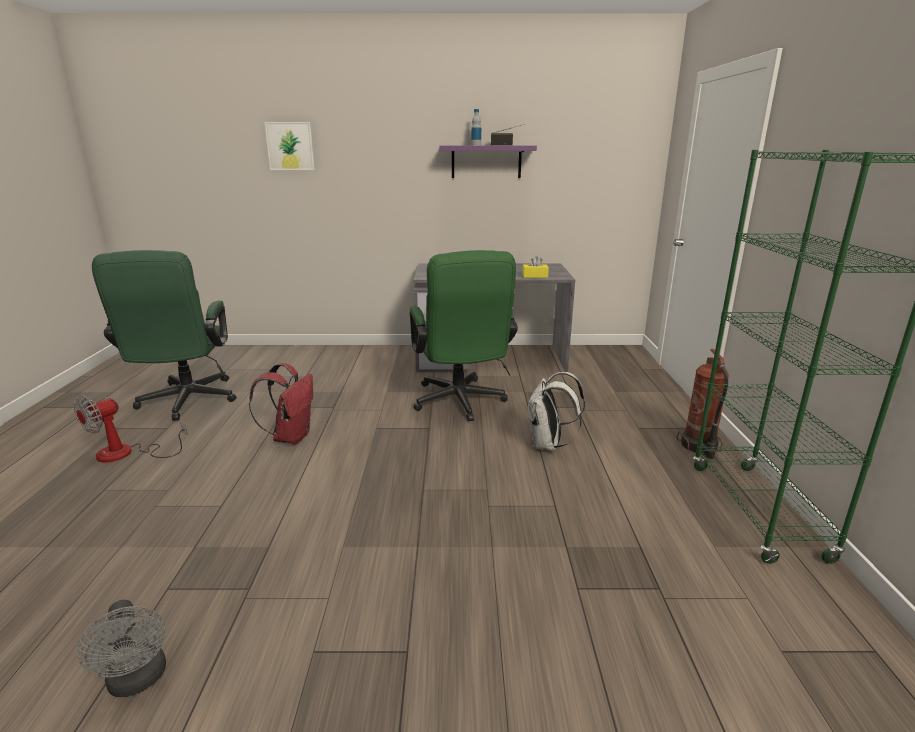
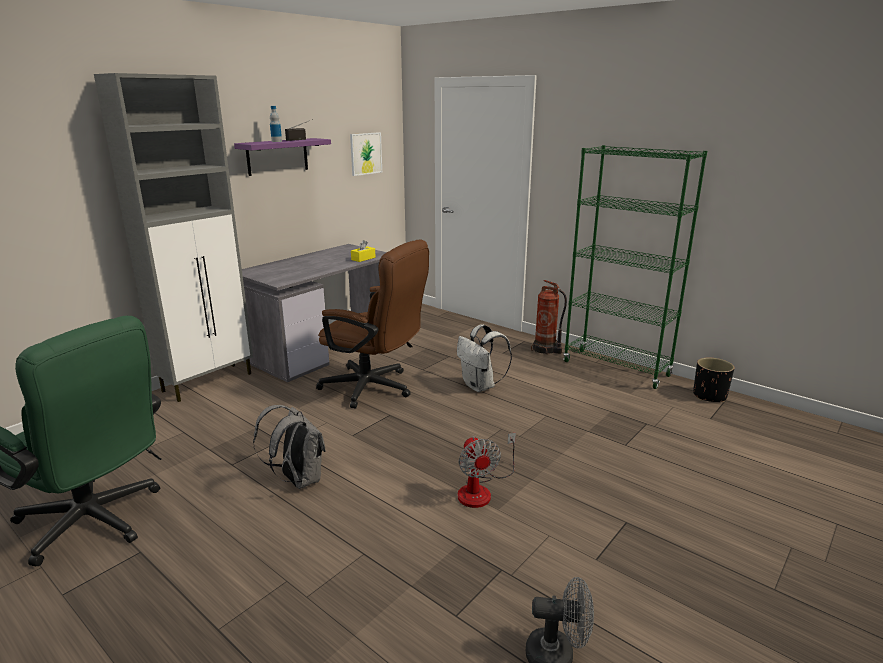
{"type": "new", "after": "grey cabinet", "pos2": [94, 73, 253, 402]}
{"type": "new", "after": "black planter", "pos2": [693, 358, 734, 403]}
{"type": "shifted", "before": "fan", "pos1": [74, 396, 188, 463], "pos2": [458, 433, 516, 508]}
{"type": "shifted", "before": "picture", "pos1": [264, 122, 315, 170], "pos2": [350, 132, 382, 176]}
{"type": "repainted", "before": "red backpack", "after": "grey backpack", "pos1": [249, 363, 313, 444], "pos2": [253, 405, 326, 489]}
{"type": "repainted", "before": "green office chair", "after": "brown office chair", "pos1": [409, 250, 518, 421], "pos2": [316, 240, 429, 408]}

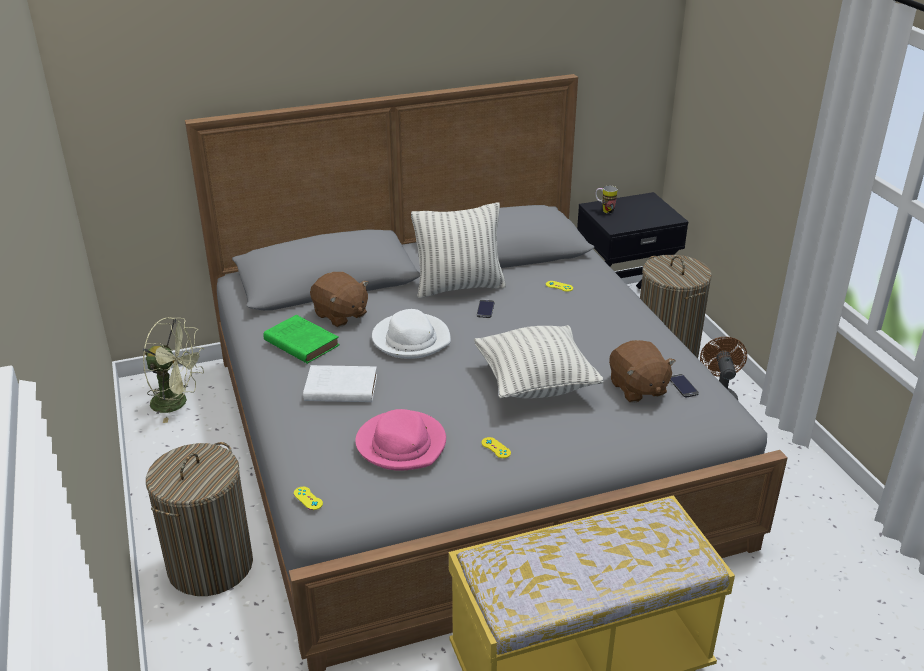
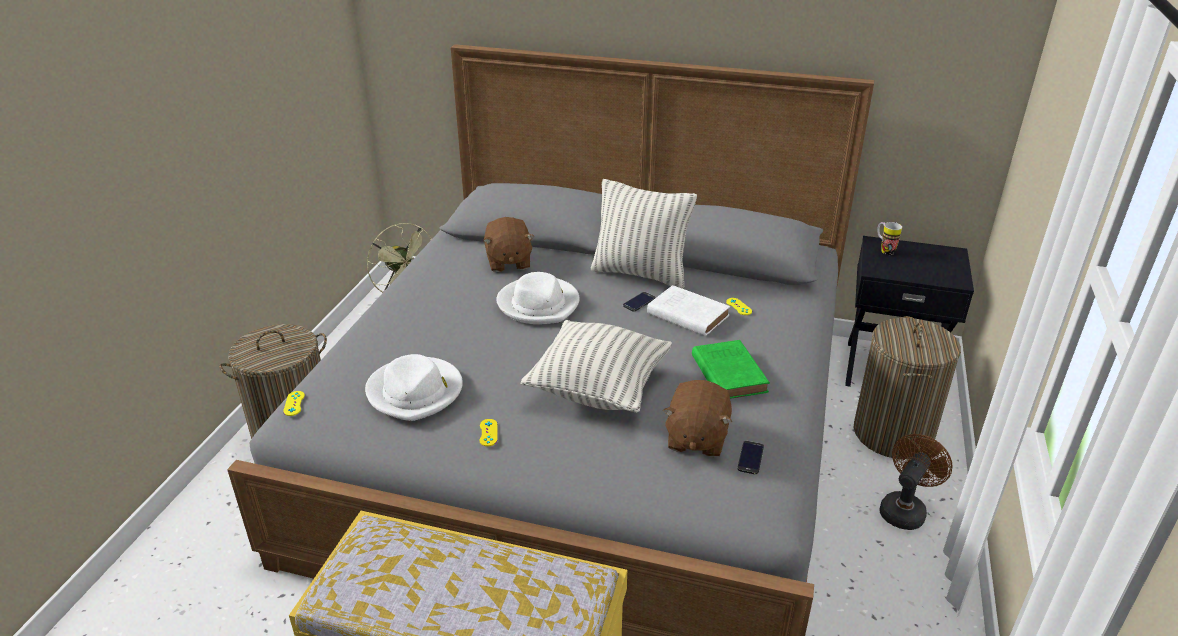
{"type": "shifted", "before": "green book", "pos1": [263, 315, 340, 364], "pos2": [692, 340, 770, 399]}
{"type": "shifted", "before": "white book", "pos1": [303, 365, 377, 402], "pos2": [647, 285, 730, 336]}
{"type": "repainted", "before": "pink hat", "after": "white hat", "pos1": [355, 409, 446, 471], "pos2": [365, 354, 463, 421]}

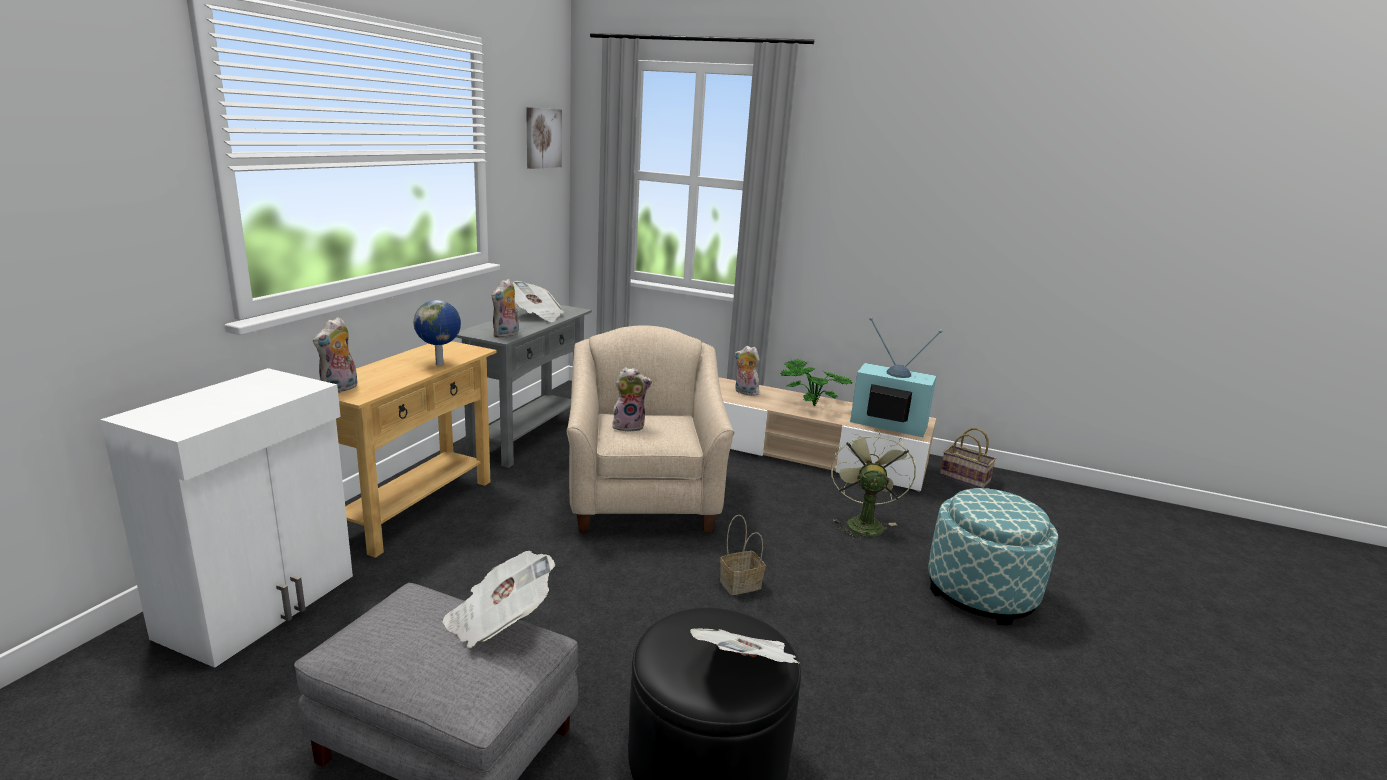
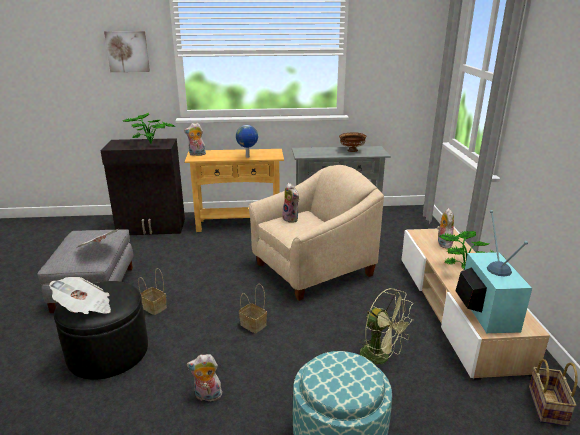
{"type": "new", "after": "potted plant", "pos2": [123, 113, 176, 144]}
{"type": "new", "after": "basket", "pos2": [138, 268, 167, 315]}
{"type": "shifted", "before": "plush toy", "pos1": [492, 279, 519, 338], "pos2": [187, 354, 222, 401]}
{"type": "shifted", "before": "picture", "pos1": [526, 107, 562, 169], "pos2": [104, 31, 150, 72]}
{"type": "swapped", "before": "newspaper", "after": "brown bowl", "pos1": [513, 281, 564, 322], "pos2": [339, 132, 367, 152]}
{"type": "repainted", "before": "white cabinet", "after": "black cabinet", "pos1": [100, 368, 353, 668], "pos2": [101, 138, 185, 235]}
{"type": "rotated", "before": "green fan", "pos1": [831, 429, 916, 541], "pos2": [360, 288, 414, 364], "turn": 60}

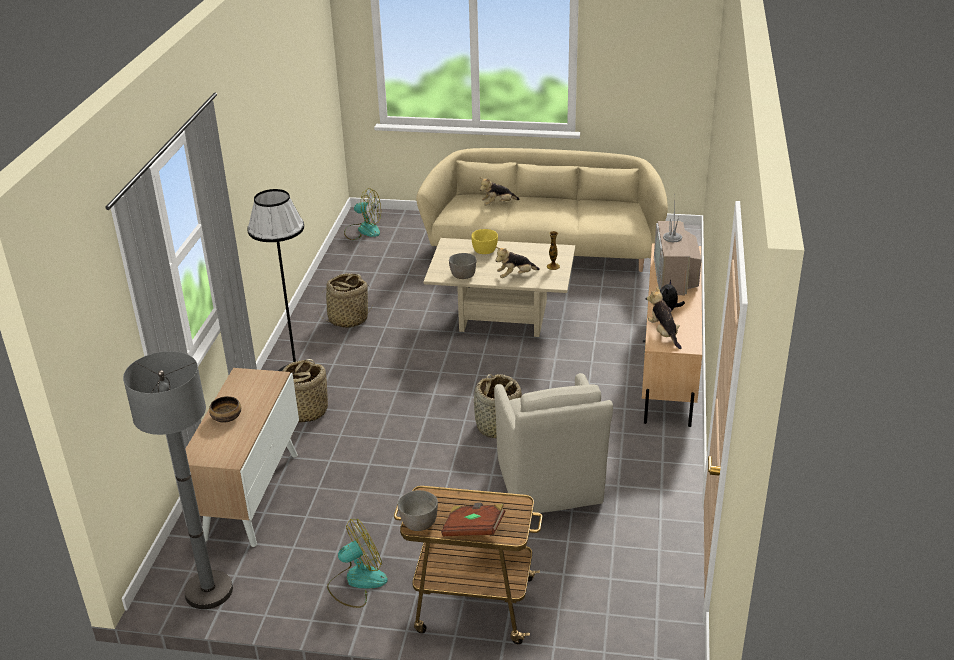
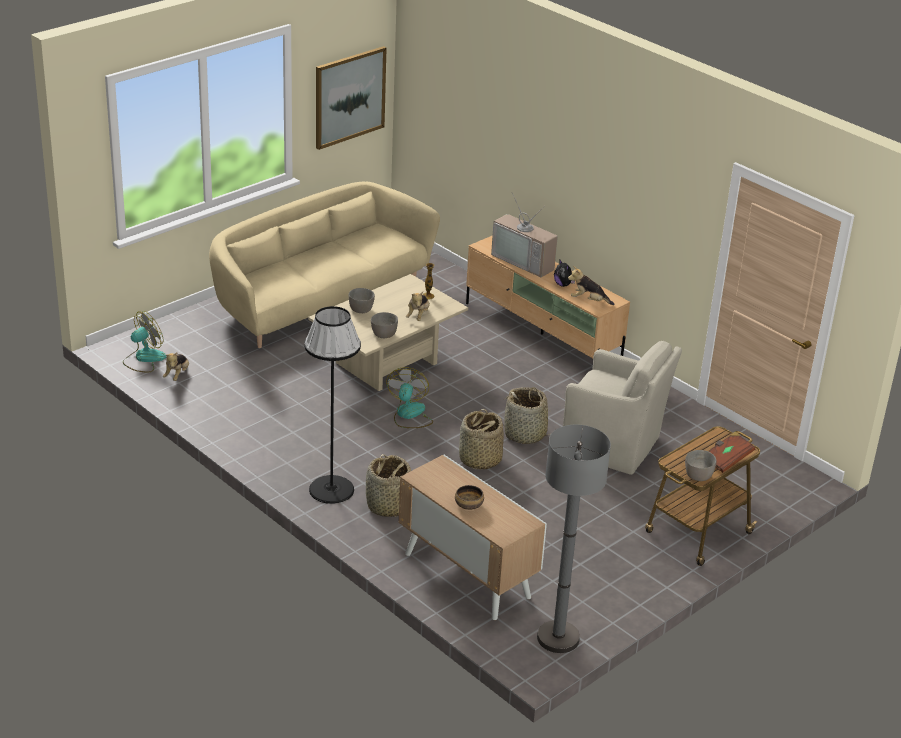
{"type": "new", "after": "picture", "pos2": [316, 46, 386, 150]}
{"type": "shifted", "before": "basket", "pos1": [318, 273, 373, 328], "pos2": [459, 409, 504, 469]}
{"type": "shifted", "before": "fan", "pos1": [327, 519, 388, 608], "pos2": [386, 367, 433, 428]}
{"type": "shifted", "before": "plush toy", "pos1": [480, 177, 520, 206], "pos2": [163, 352, 189, 381]}
{"type": "repainted", "before": "yellow bowl", "after": "grey bowl", "pos1": [471, 229, 498, 254], "pos2": [349, 288, 375, 313]}

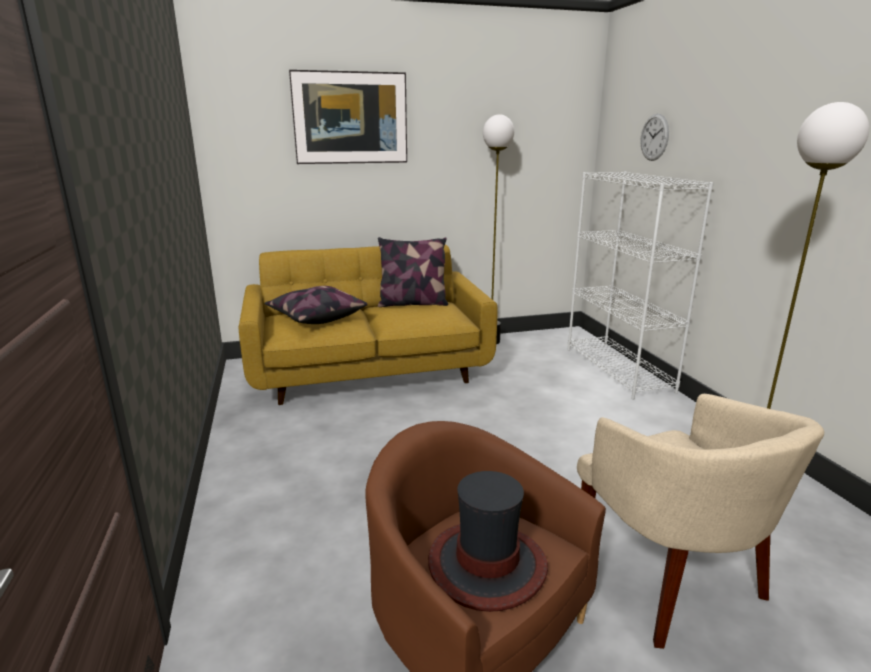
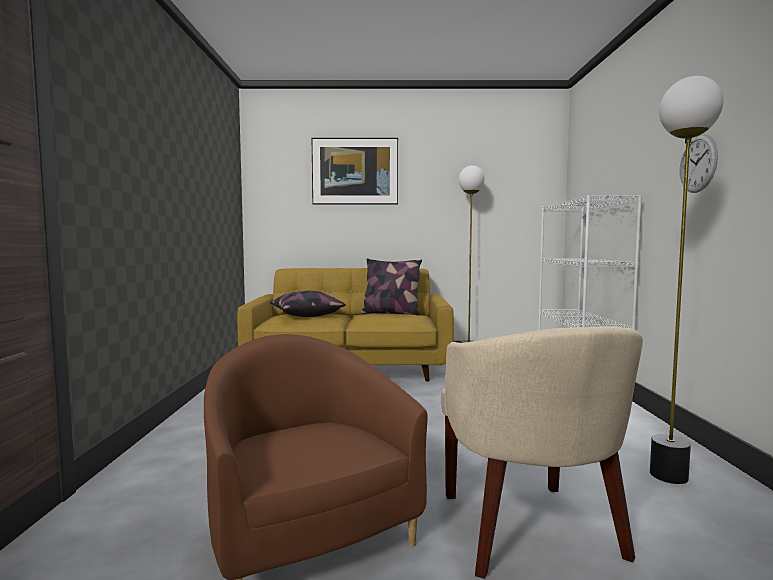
{"type": "gone", "before": "hat", "pos1": [428, 471, 548, 612]}
{"type": "shifted", "before": "wall clock", "pos1": [640, 114, 669, 161], "pos2": [680, 134, 718, 193]}

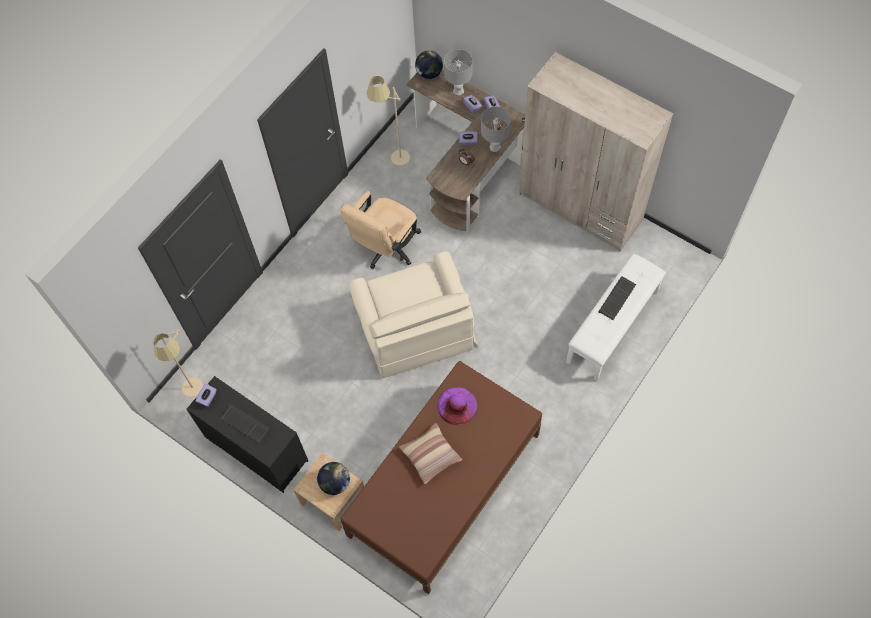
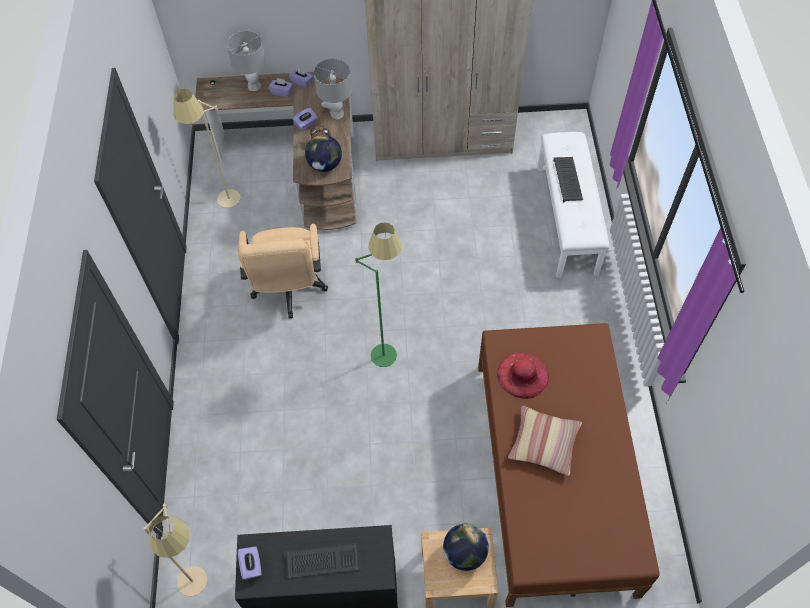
{"type": "shifted", "before": "globe", "pos1": [415, 50, 443, 79], "pos2": [305, 135, 342, 172]}
{"type": "swapped", "before": "beige armchair", "after": "green floor lamp", "pos1": [349, 251, 479, 378], "pos2": [355, 222, 402, 367]}
{"type": "repainted", "before": "purple hat", "after": "red hat", "pos1": [437, 387, 477, 425], "pos2": [497, 352, 549, 399]}

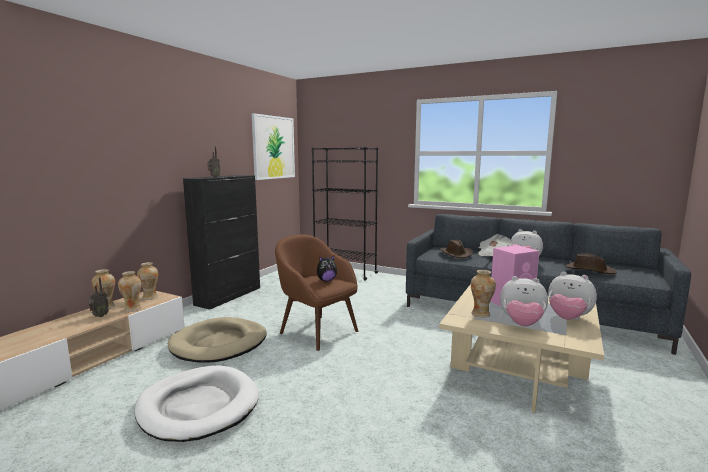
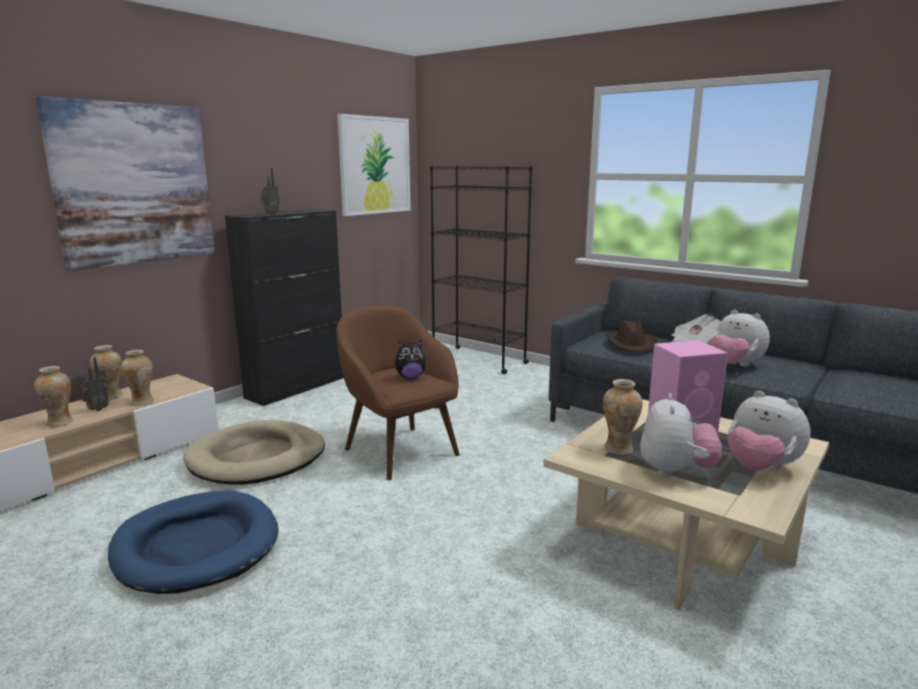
{"type": "gone", "before": "brown hat", "pos1": [565, 253, 616, 274]}
{"type": "new", "after": "picture", "pos2": [36, 96, 215, 271]}
{"type": "shifted", "before": "vase", "pos1": [137, 262, 158, 300], "pos2": [34, 366, 73, 427]}
{"type": "repainted", "before": "white dog bed", "after": "blue dog bed", "pos1": [135, 365, 259, 442], "pos2": [108, 490, 279, 594]}
{"type": "rotated", "before": "plush toy", "pos1": [500, 276, 548, 326], "pos2": [640, 393, 722, 477], "turn": -105}

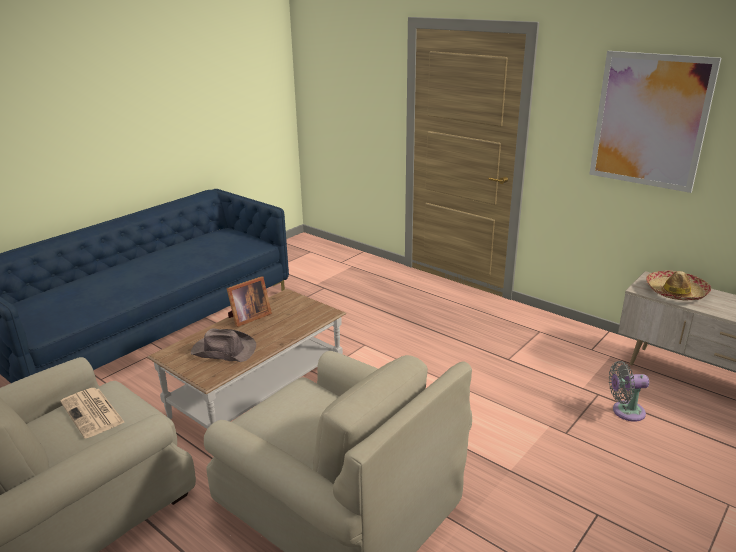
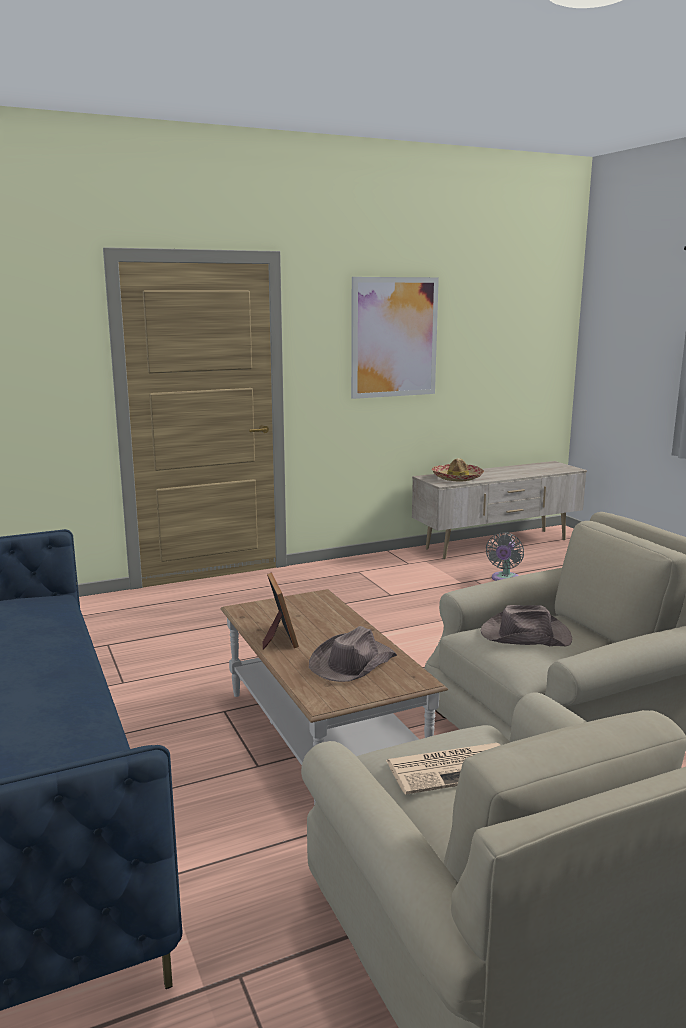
{"type": "new", "after": "brown hat", "pos2": [481, 605, 572, 646]}

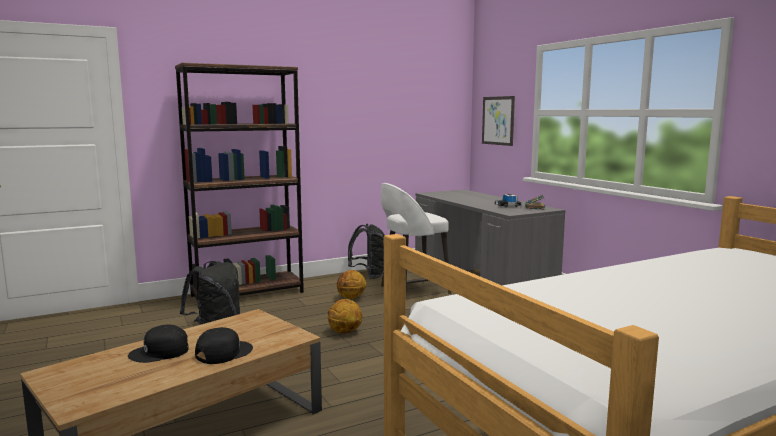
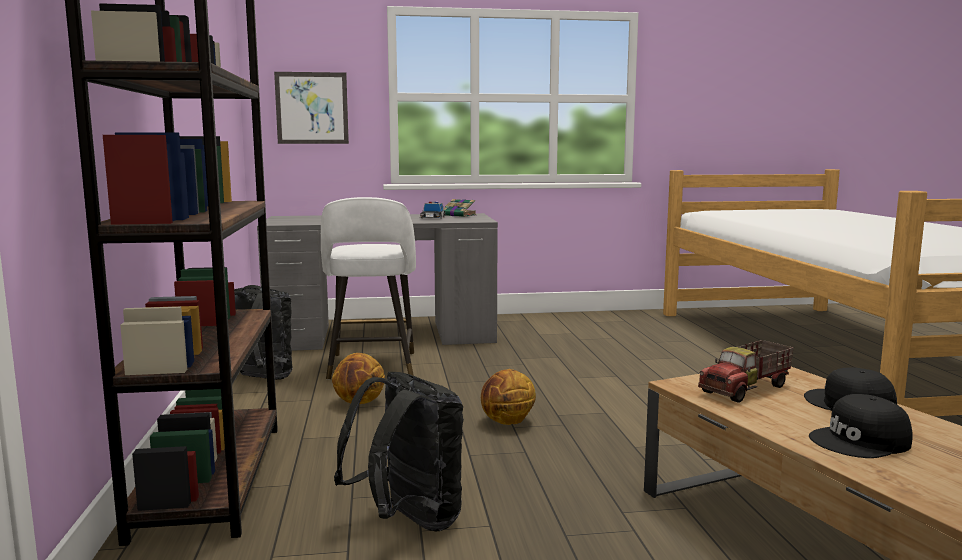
{"type": "new", "after": "toy truck", "pos2": [698, 340, 794, 403]}
{"type": "rotated", "before": "black cap", "pos1": [128, 325, 189, 363], "pos2": [809, 394, 912, 458], "turn": 75}

